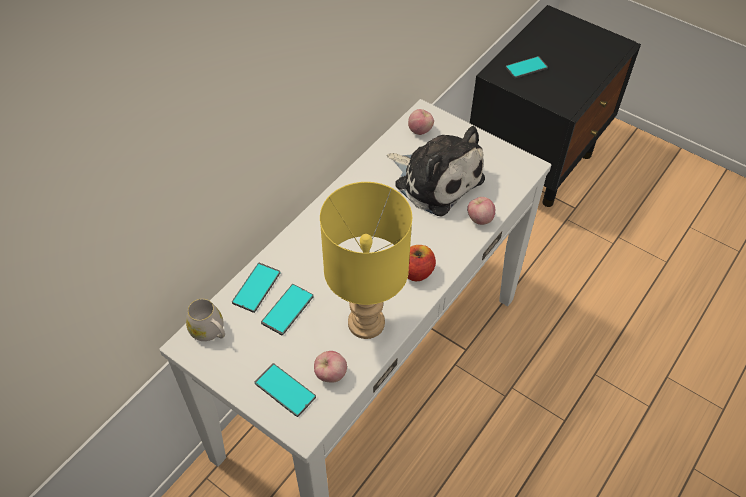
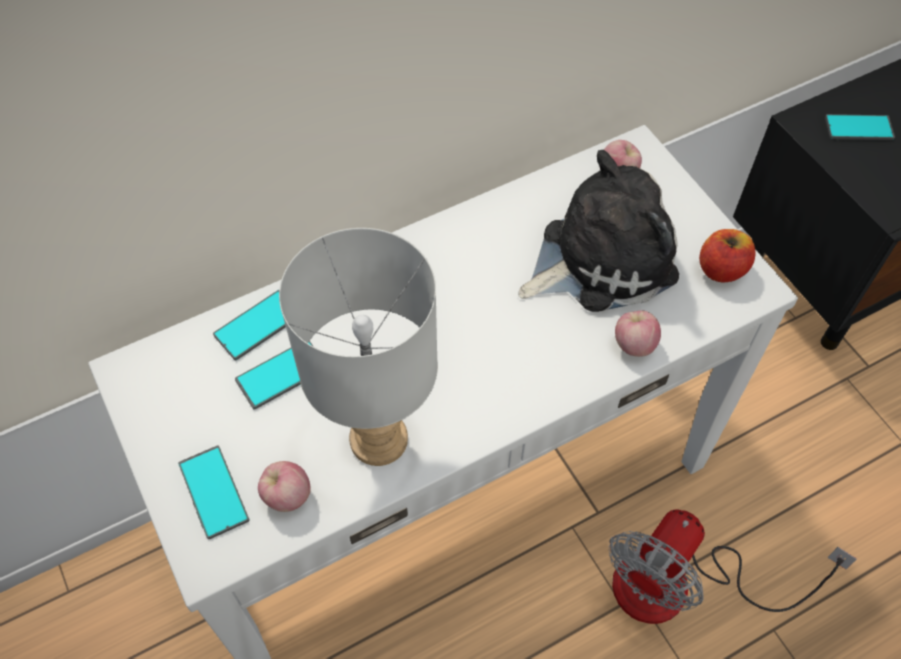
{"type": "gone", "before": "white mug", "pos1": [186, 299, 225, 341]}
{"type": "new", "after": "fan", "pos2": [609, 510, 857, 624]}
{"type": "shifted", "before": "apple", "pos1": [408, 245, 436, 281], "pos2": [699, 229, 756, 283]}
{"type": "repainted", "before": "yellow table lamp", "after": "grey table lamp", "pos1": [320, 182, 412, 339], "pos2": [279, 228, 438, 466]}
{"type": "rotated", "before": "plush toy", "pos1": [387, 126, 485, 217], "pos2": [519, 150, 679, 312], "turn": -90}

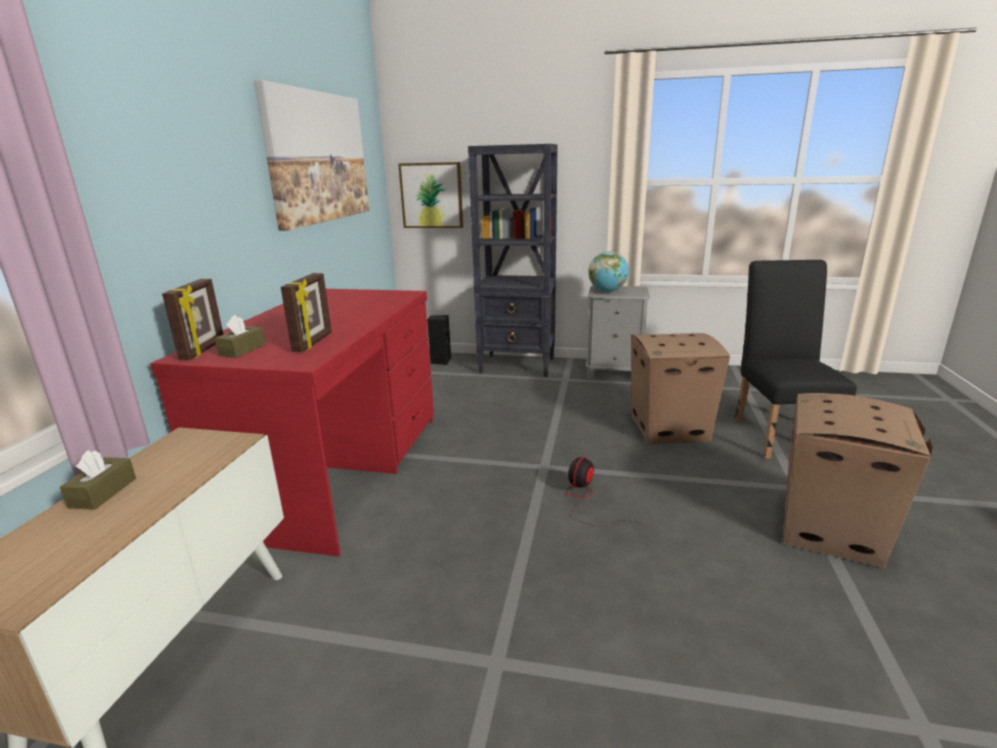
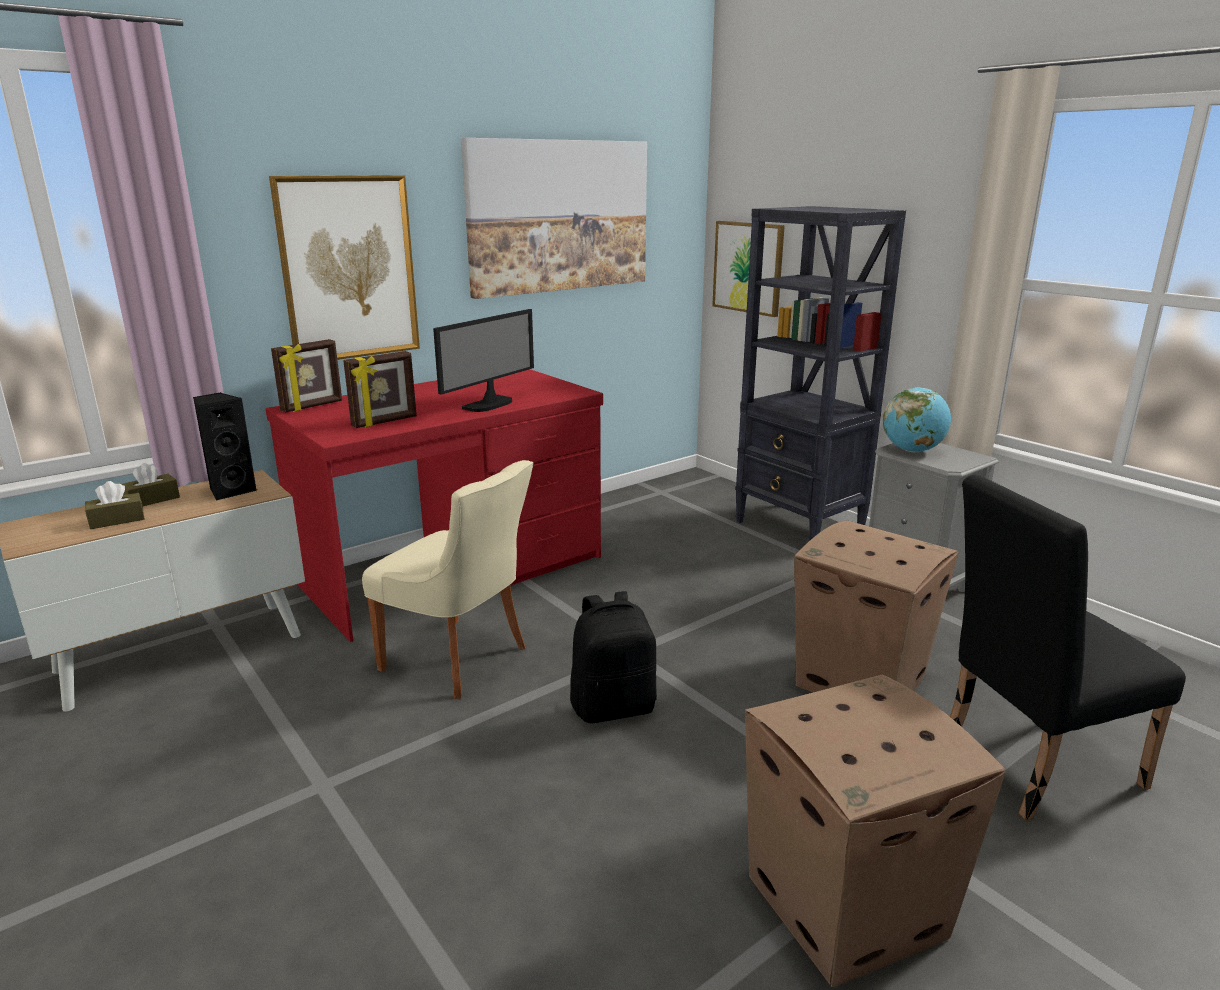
{"type": "new", "after": "picture", "pos2": [269, 175, 420, 360]}
{"type": "new", "after": "beige chair", "pos2": [362, 460, 533, 699]}
{"type": "new", "after": "monitor", "pos2": [433, 309, 534, 412]}
{"type": "shifted", "before": "brown tissue box", "pos1": [215, 315, 266, 358], "pos2": [85, 481, 145, 529]}
{"type": "shifted", "before": "black speaker", "pos1": [427, 315, 451, 365], "pos2": [193, 392, 257, 501]}
{"type": "swapped", "before": "fan", "after": "black backpack", "pos1": [565, 457, 644, 526], "pos2": [570, 591, 657, 723]}
{"type": "rotated", "before": "black chair", "pos1": [735, 260, 857, 459], "pos2": [950, 474, 1186, 821], "turn": -150}

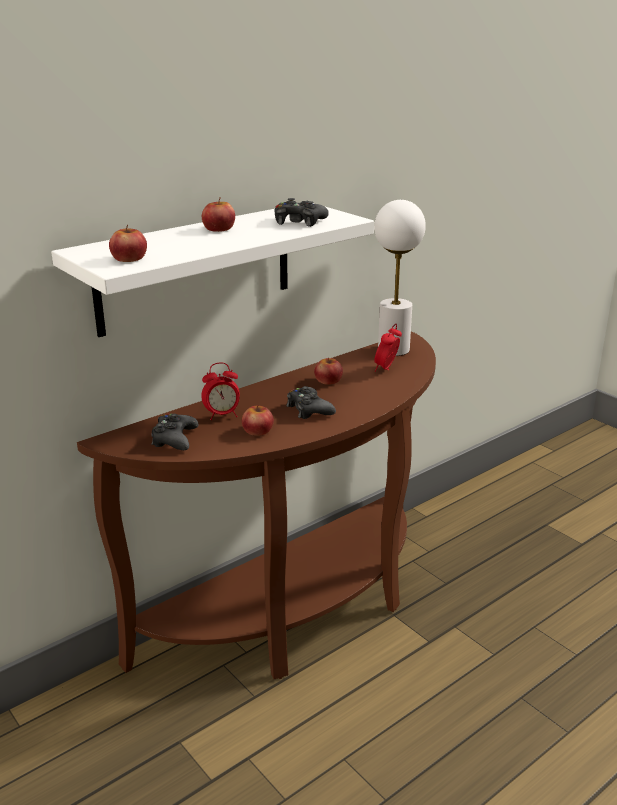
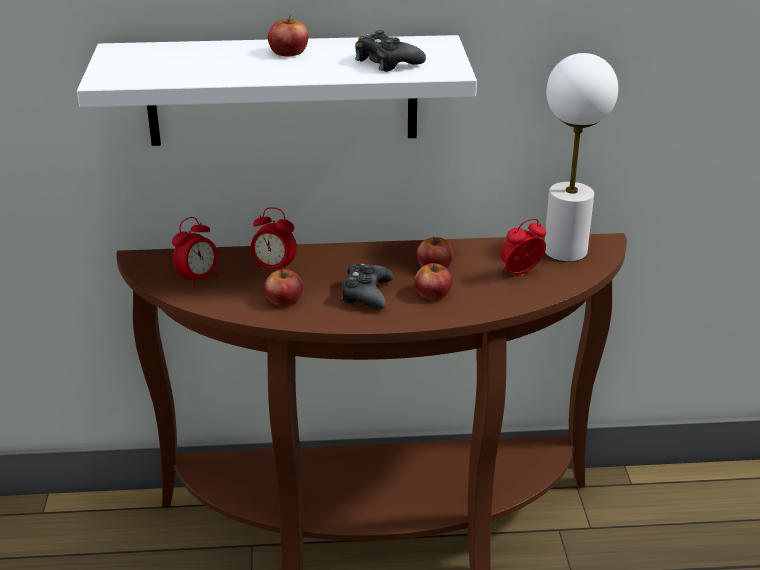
{"type": "shifted", "before": "apple", "pos1": [109, 225, 147, 262], "pos2": [414, 263, 452, 300]}
{"type": "swapped", "before": "black game controller", "after": "alarm clock", "pos1": [151, 414, 199, 450], "pos2": [172, 217, 218, 288]}

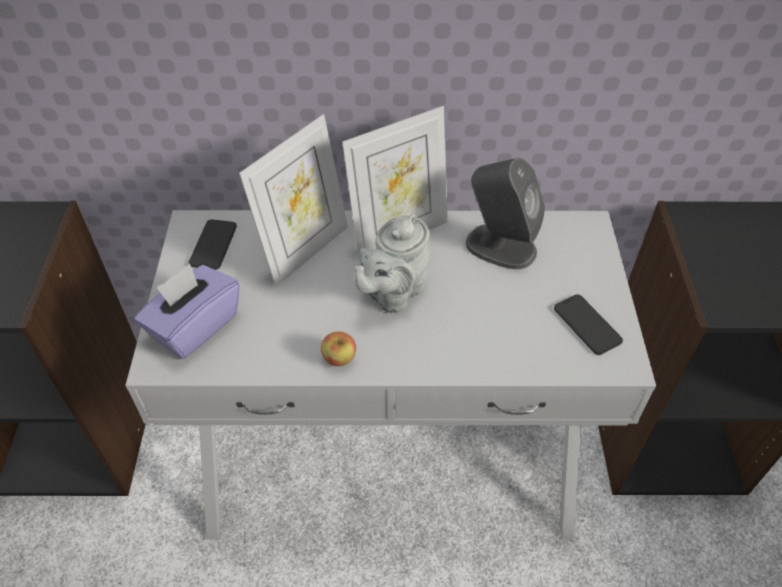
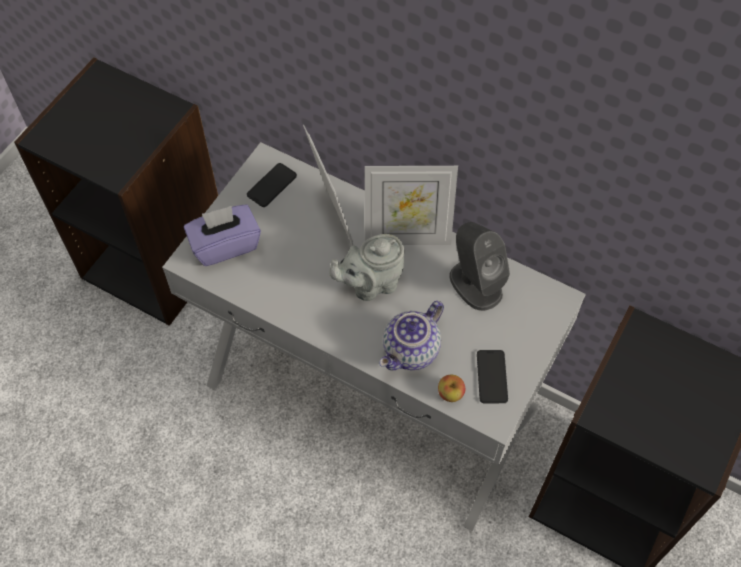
{"type": "new", "after": "teapot", "pos2": [379, 301, 444, 371]}
{"type": "shifted", "before": "apple", "pos1": [321, 331, 356, 366], "pos2": [438, 375, 465, 402]}
{"type": "rotated", "before": "picture frame", "pos1": [239, 114, 348, 287], "pos2": [303, 125, 353, 246], "turn": -90}

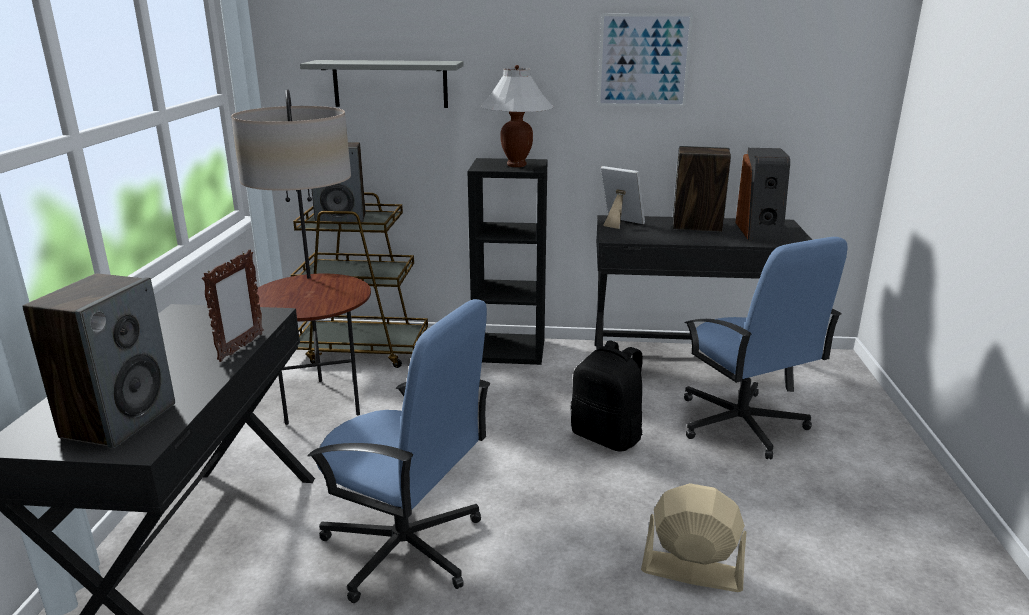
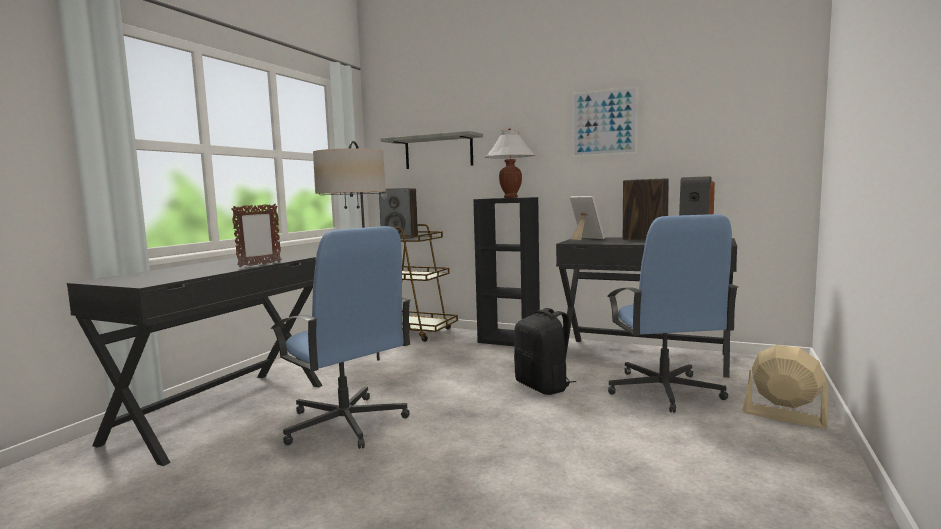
{"type": "gone", "before": "speaker", "pos1": [23, 273, 175, 449]}
{"type": "shifted", "before": "beige fan", "pos1": [641, 483, 747, 592], "pos2": [743, 345, 828, 428]}

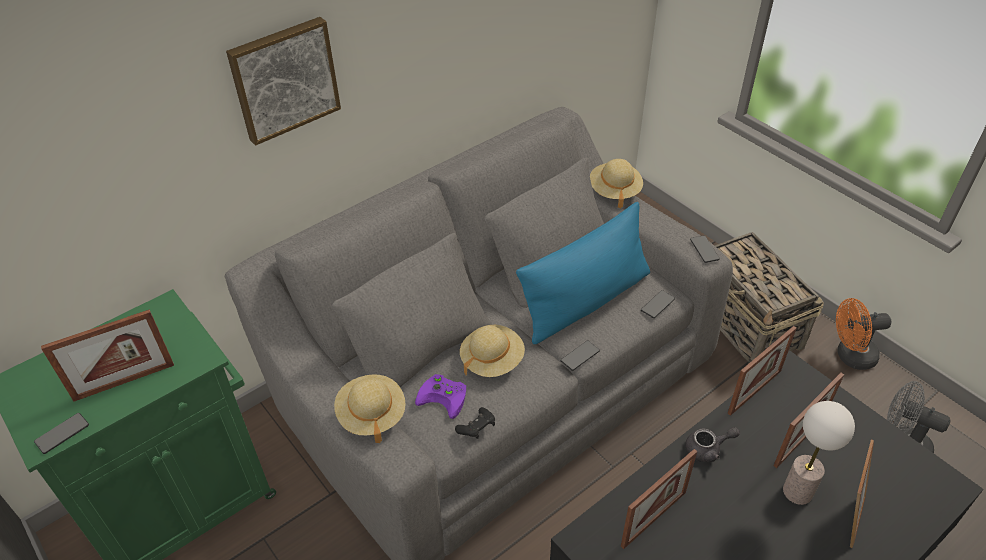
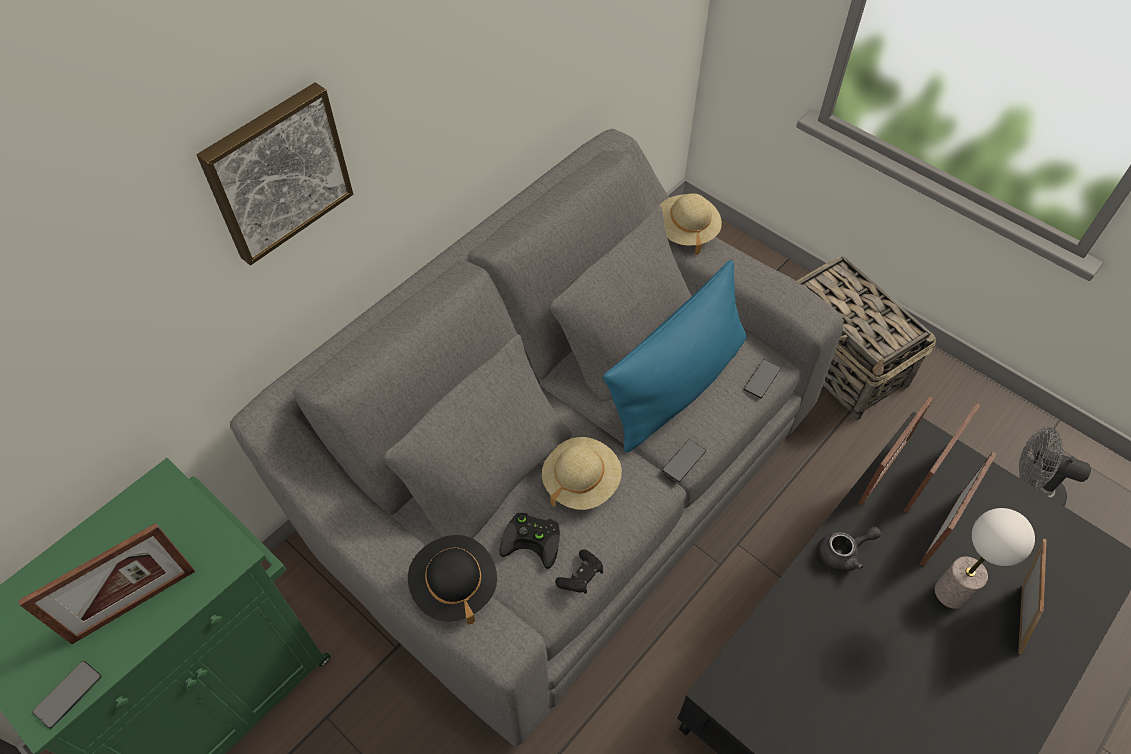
{"type": "gone", "before": "phone", "pos1": [690, 236, 720, 263]}
{"type": "gone", "before": "orange fan", "pos1": [836, 298, 891, 370]}
{"type": "shifted", "before": "picture frame", "pos1": [621, 449, 697, 549], "pos2": [903, 403, 981, 513]}
{"type": "repainted", "before": "beige hat", "after": "black hat", "pos1": [334, 374, 406, 443], "pos2": [408, 535, 497, 625]}
{"type": "repainted", "before": "purple game controller", "after": "black game controller", "pos1": [415, 374, 466, 419], "pos2": [499, 513, 560, 569]}

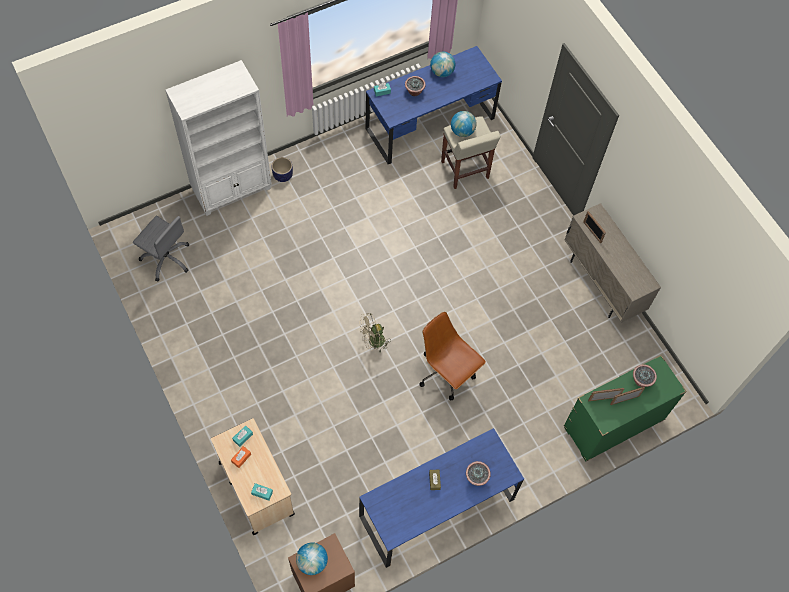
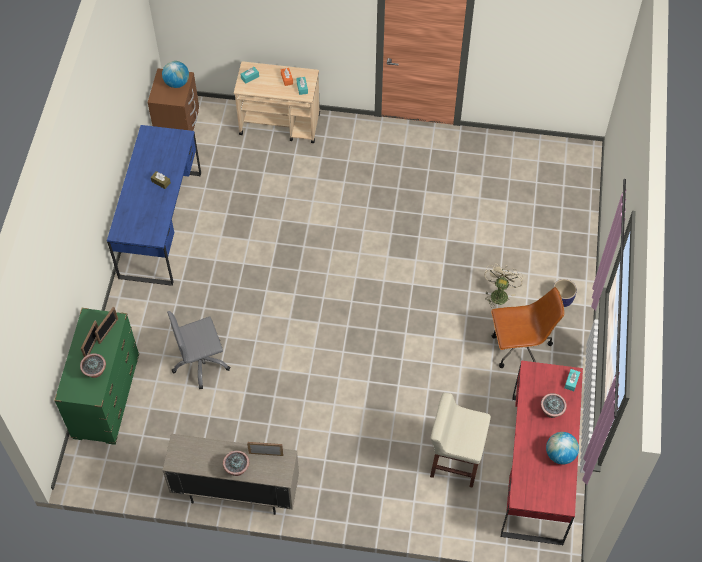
{"type": "gone", "before": "white bookcase", "pos1": [165, 60, 272, 216]}
{"type": "gone", "before": "globe", "pos1": [451, 111, 477, 137]}
{"type": "shifted", "before": "grey office chair", "pos1": [133, 216, 189, 282], "pos2": [167, 311, 230, 389]}
{"type": "shifted", "before": "beige fan", "pos1": [359, 313, 391, 352], "pos2": [484, 264, 523, 308]}
{"type": "shifted", "before": "brown office chair", "pos1": [420, 312, 486, 400], "pos2": [491, 287, 564, 368]}
{"type": "shifted", "before": "potted plant", "pos1": [466, 461, 491, 486], "pos2": [223, 451, 249, 476]}
{"type": "repainted", "before": "blue desk", "after": "red desk", "pos1": [366, 46, 502, 164], "pos2": [501, 360, 583, 545]}

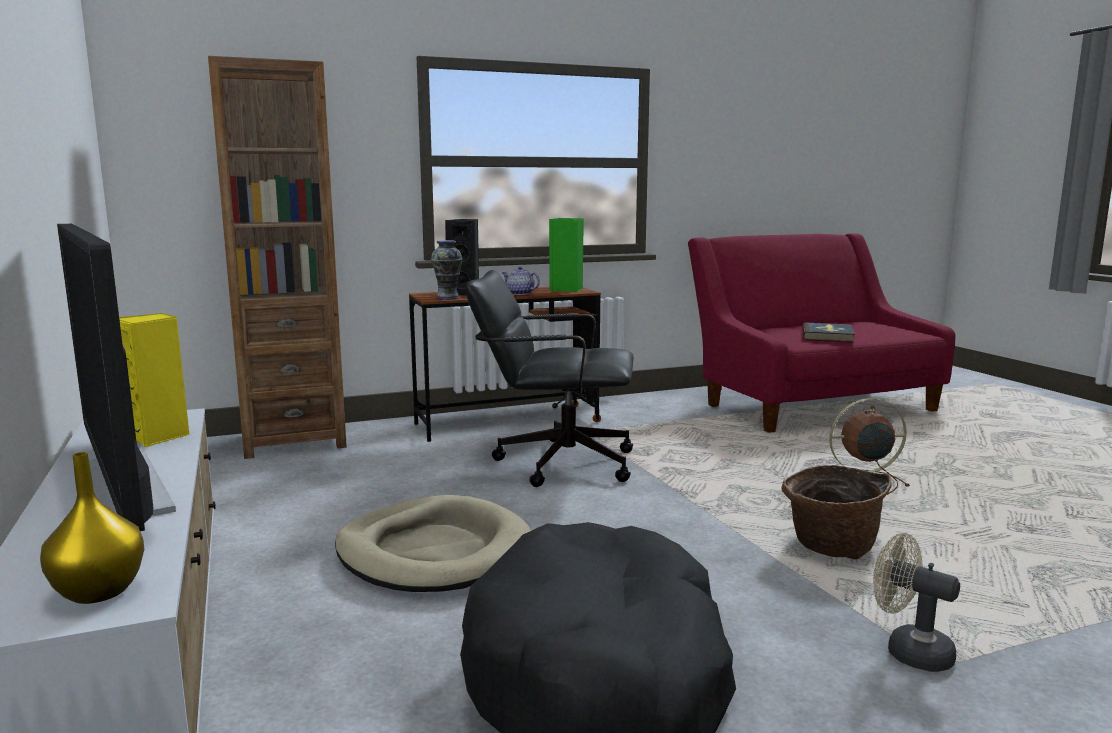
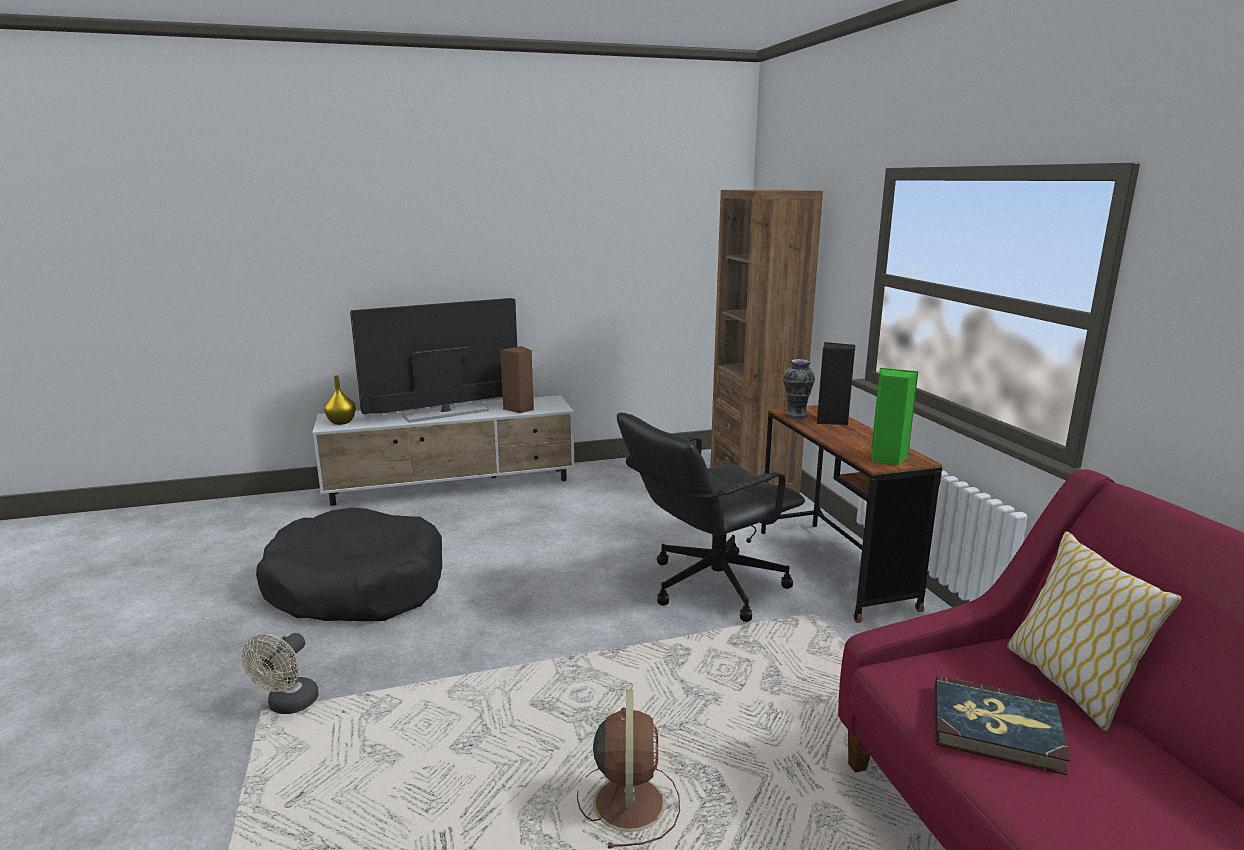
{"type": "gone", "before": "beige dog bed", "pos1": [335, 495, 531, 592]}
{"type": "gone", "before": "teapot", "pos1": [502, 266, 540, 295]}
{"type": "gone", "before": "basket", "pos1": [781, 465, 892, 559]}
{"type": "new", "after": "pillow", "pos2": [1007, 531, 1182, 731]}
{"type": "repainted", "before": "yellow speaker", "after": "brown speaker", "pos1": [119, 313, 189, 447], "pos2": [500, 346, 534, 413]}
{"type": "rotated", "before": "black office chair", "pos1": [465, 270, 634, 487], "pos2": [617, 413, 805, 622], "turn": -135}
{"type": "rotated", "before": "beige fan", "pos1": [873, 533, 960, 672], "pos2": [242, 633, 319, 714], "turn": 150}

